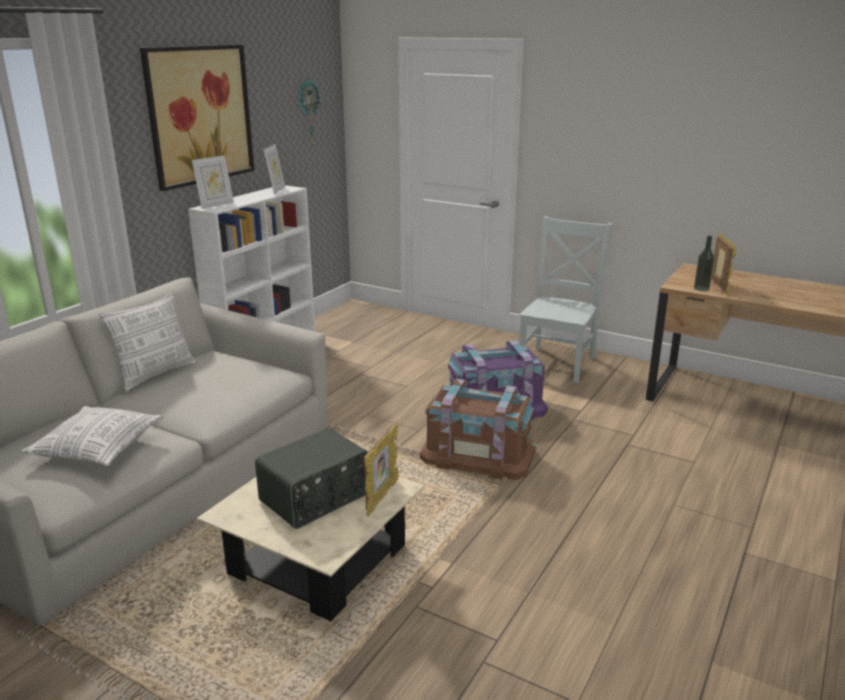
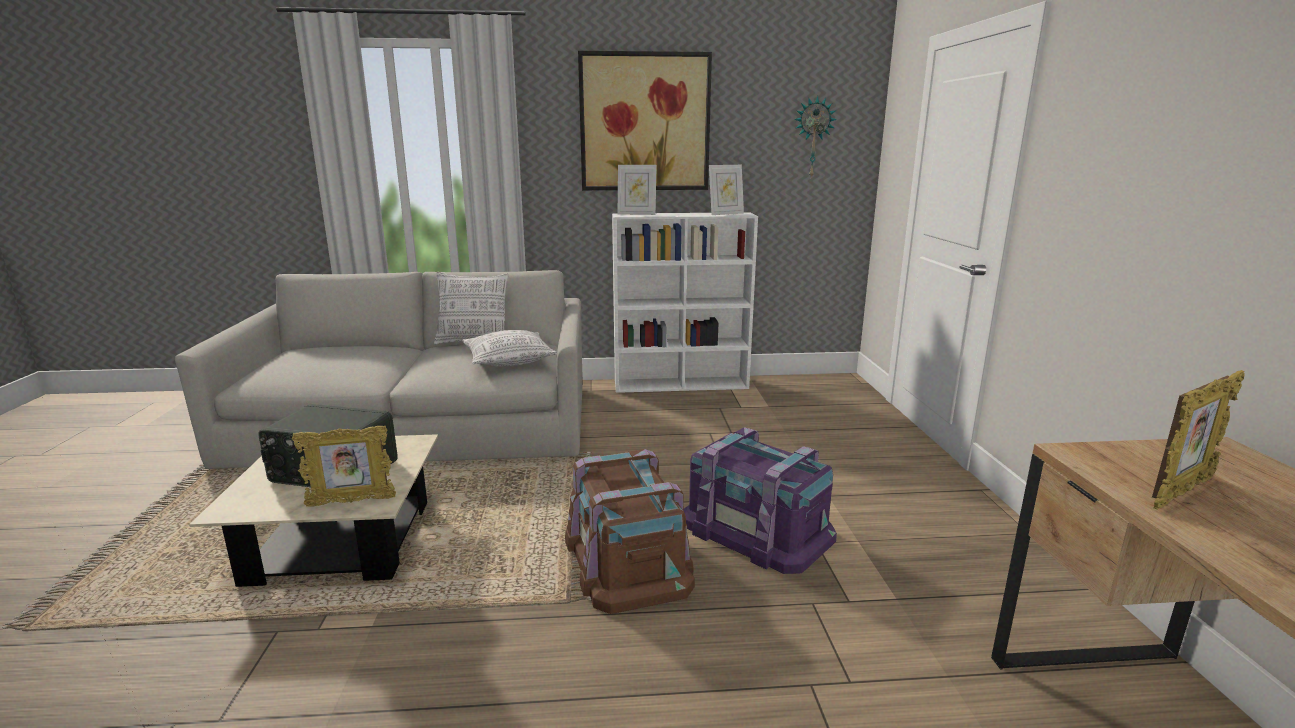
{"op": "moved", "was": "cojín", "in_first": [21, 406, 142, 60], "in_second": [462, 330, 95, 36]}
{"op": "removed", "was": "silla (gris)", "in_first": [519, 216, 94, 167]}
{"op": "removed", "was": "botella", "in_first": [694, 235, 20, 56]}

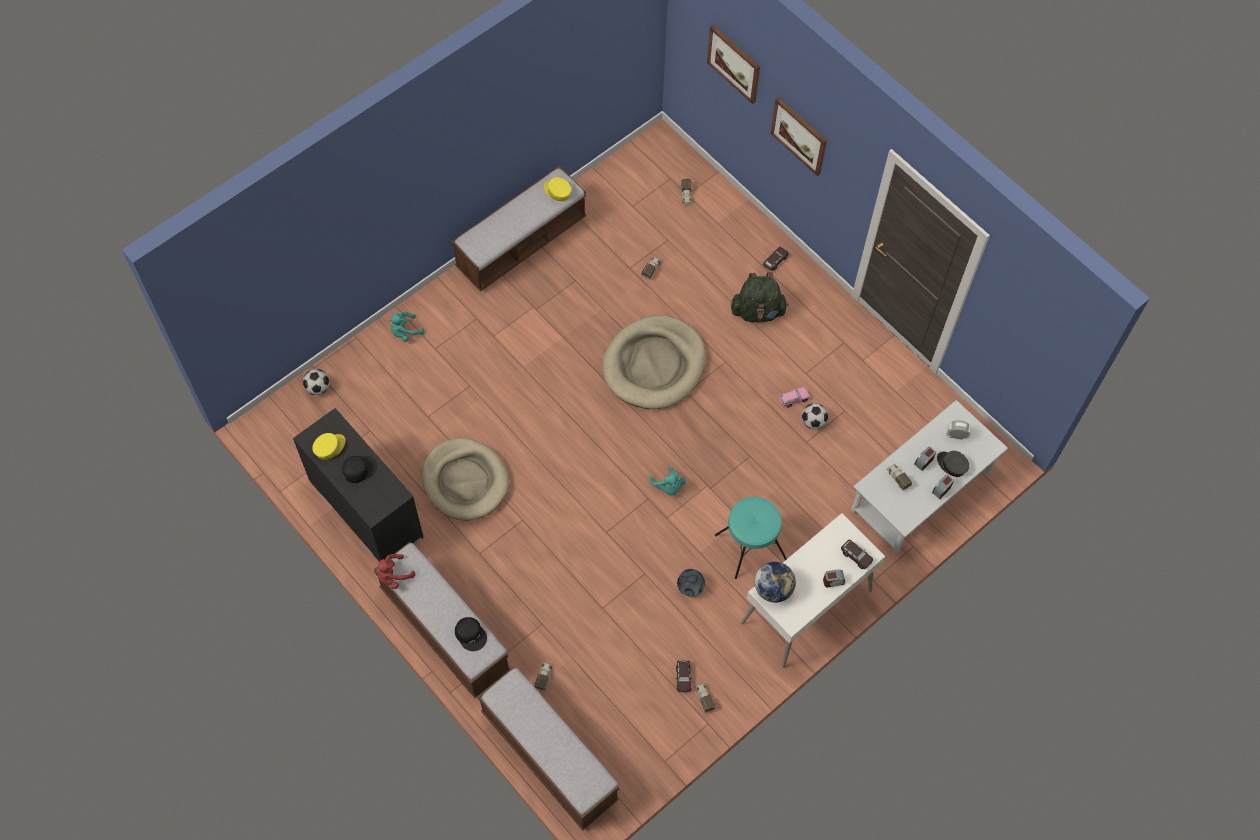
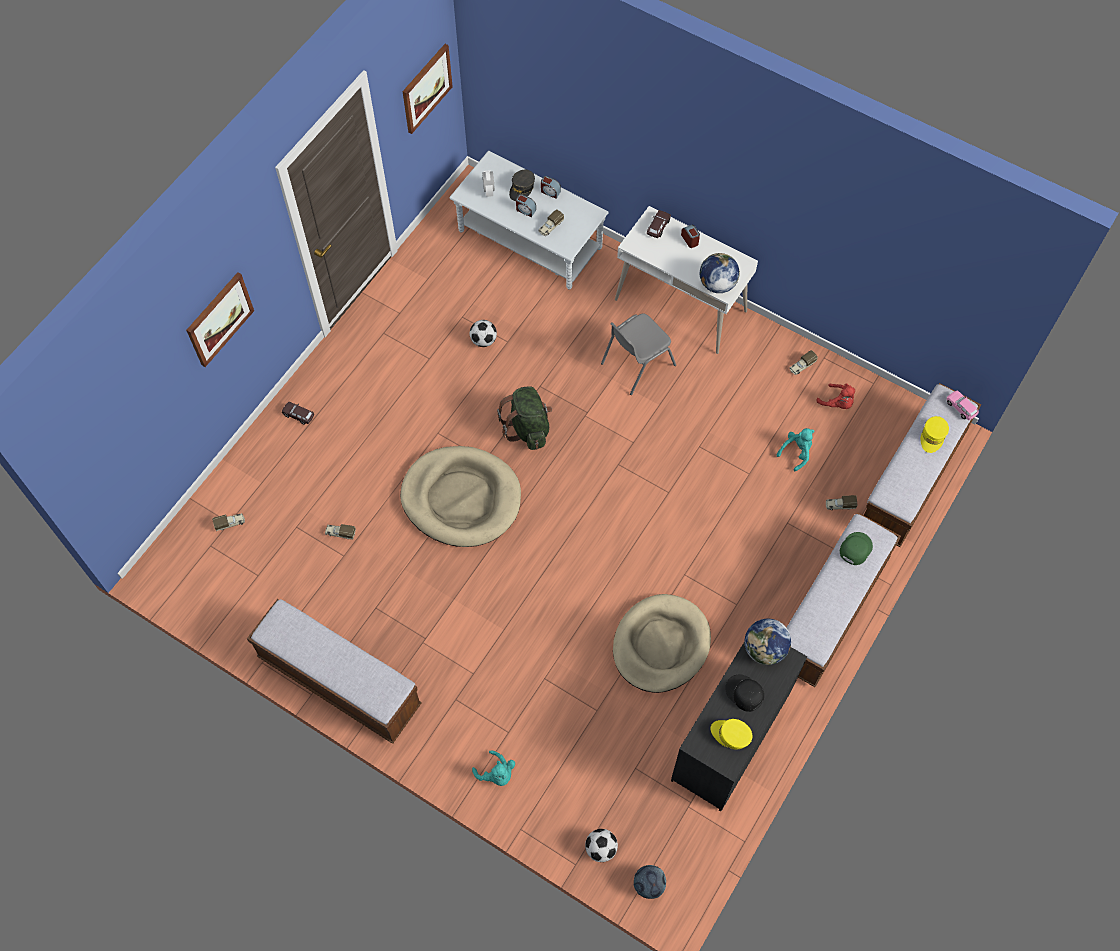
{"op": "moved", "was": "peluche (rojo)", "in_first": [375, 554, 40, 35], "in_second": [816, 383, 39, 26]}
{"op": "recoloured", "was": "gorra (negro)", "now": "gorra (verde)", "in_first": [455, 617, 32, 34], "in_second": [840, 532, 33, 33]}
{"op": "moved", "was": "gorra (amarillo)", "in_first": [543, 177, 28, 24], "in_second": [921, 416, 28, 37]}
{"op": "moved", "was": "peluche (turquesa)", "in_first": [649, 467, 37, 29], "in_second": [777, 428, 37, 43]}
{"op": "removed", "was": "coche de juguete (marrón)", "in_first": [676, 661, 16, 31]}
{"op": "moved", "was": "balón de fútbol", "in_first": [677, 569, 28, 28], "in_second": [634, 865, 32, 34]}
{"op": "moved", "was": "cuadro", "in_first": [707, 25, 53, 79], "in_second": [402, 44, 51, 90]}
{"op": "replaced", "was": "taburete (turquesa)", "now": "silla (gris)", "in_first": [715, 497, 72, 82], "in_second": [601, 313, 75, 82]}
{"op": "moved", "was": "mochila (verde)", "in_first": [731, 272, 57, 51], "in_second": [497, 386, 55, 64]}
{"op": "moved", "was": "coche de juguete (rosa)", "in_first": [779, 387, 30, 21], "in_second": [946, 391, 33, 29]}
{"op": "added", "now": "globo terráqueo", "in_second": [745, 619, 46, 46]}

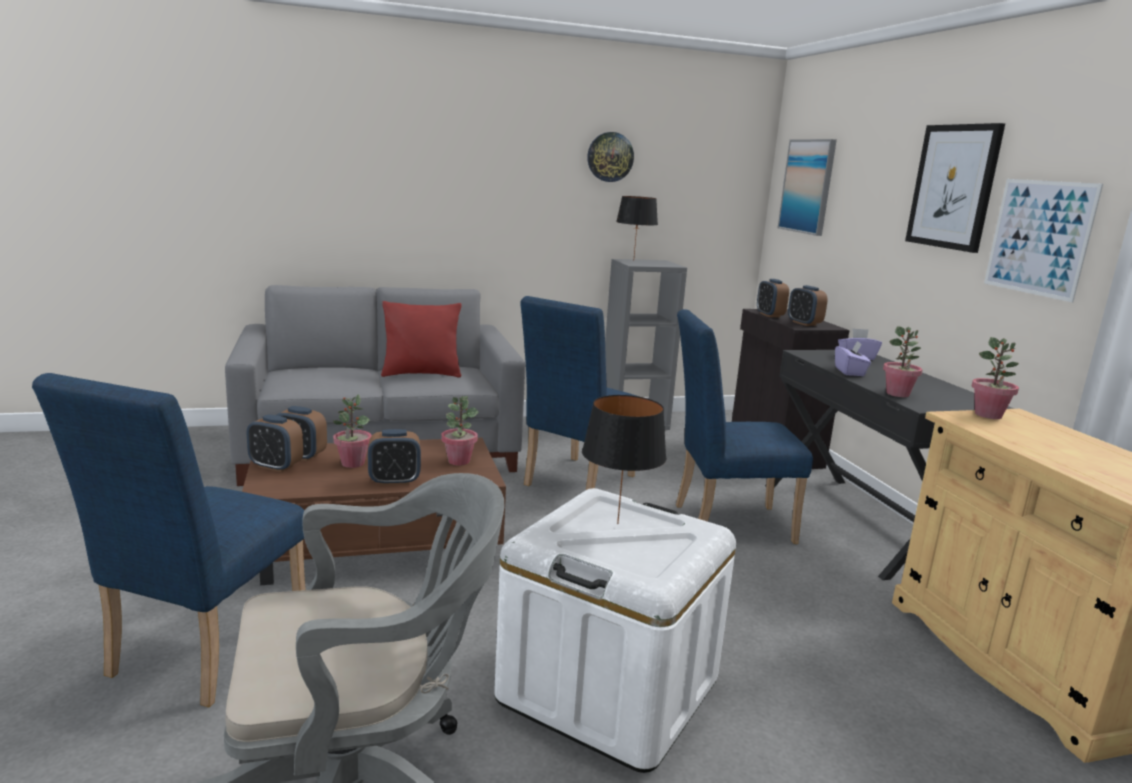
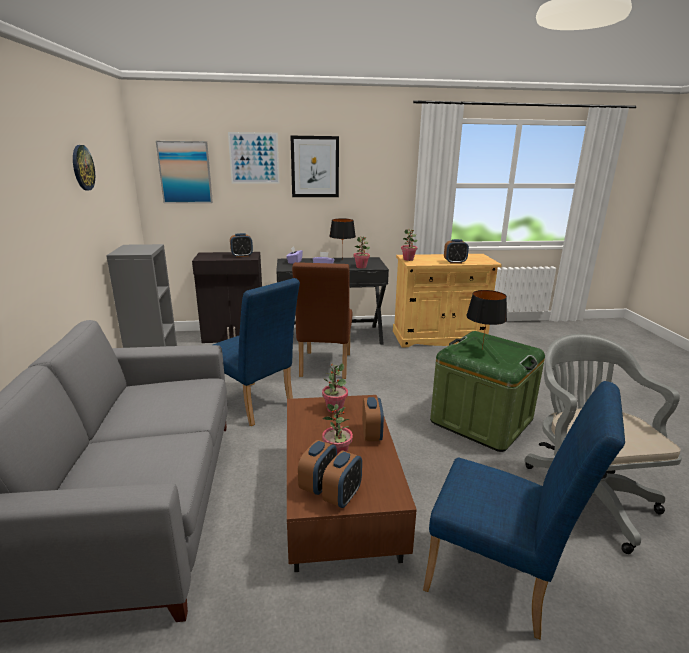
{"op": "removed", "was": "cojín (rojo)", "in_first": [381, 301, 81, 76]}
{"op": "recoloured", "was": "caja de almacenaje (blanco)", "now": "caja de almacenaje (verde)", "in_first": [494, 488, 242, 285], "in_second": [430, 331, 115, 121]}
{"op": "moved", "was": "lámpara de mesa (negro)", "in_first": [616, 196, 42, 60], "in_second": [329, 218, 27, 38]}
{"op": "recoloured", "was": "silla (azul)", "now": "silla (marrón)", "in_first": [676, 309, 137, 235], "in_second": [292, 262, 60, 117]}
{"op": "moved", "was": "despertador", "in_first": [757, 279, 32, 38], "in_second": [444, 239, 25, 24]}
{"op": "moved", "was": "cuadro", "in_first": [984, 179, 119, 123], "in_second": [228, 132, 52, 52]}

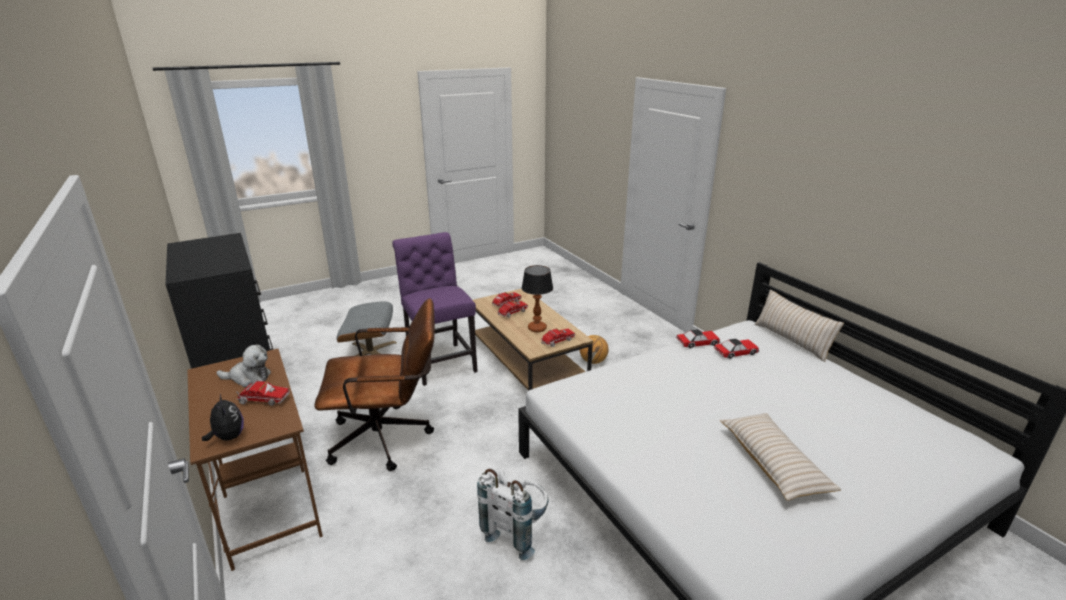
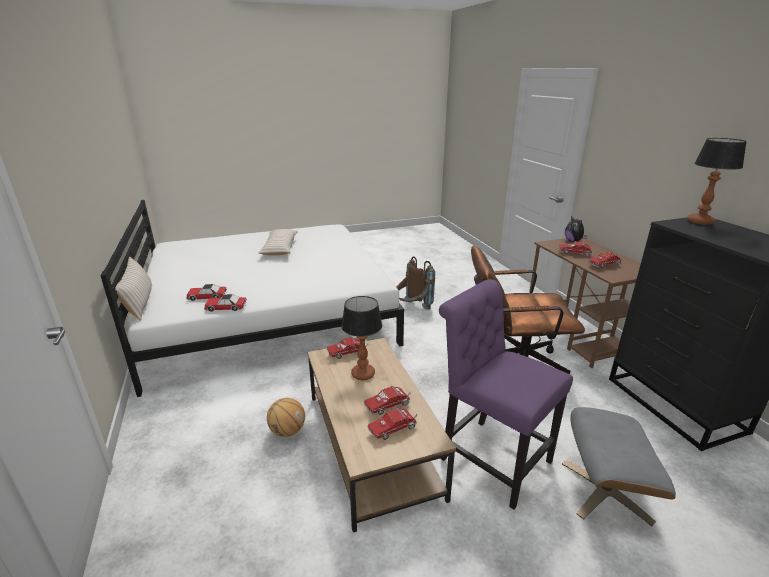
{"op": "replaced", "was": "peluche", "now": "camión de juguete", "in_first": [216, 345, 55, 42], "in_second": [588, 251, 34, 17]}
{"op": "turned", "was": "silla (morado)", "in_first": [392, 232, 86, 154], "in_second": [439, 279, 134, 231], "clockwise": 150}
{"op": "recoloured", "was": "mochila (blanco)", "now": "mochila (marrón)", "in_first": [477, 469, 72, 91], "in_second": [397, 257, 38, 53]}
{"op": "added", "now": "lámpara de mesa", "in_second": [687, 138, 60, 87]}

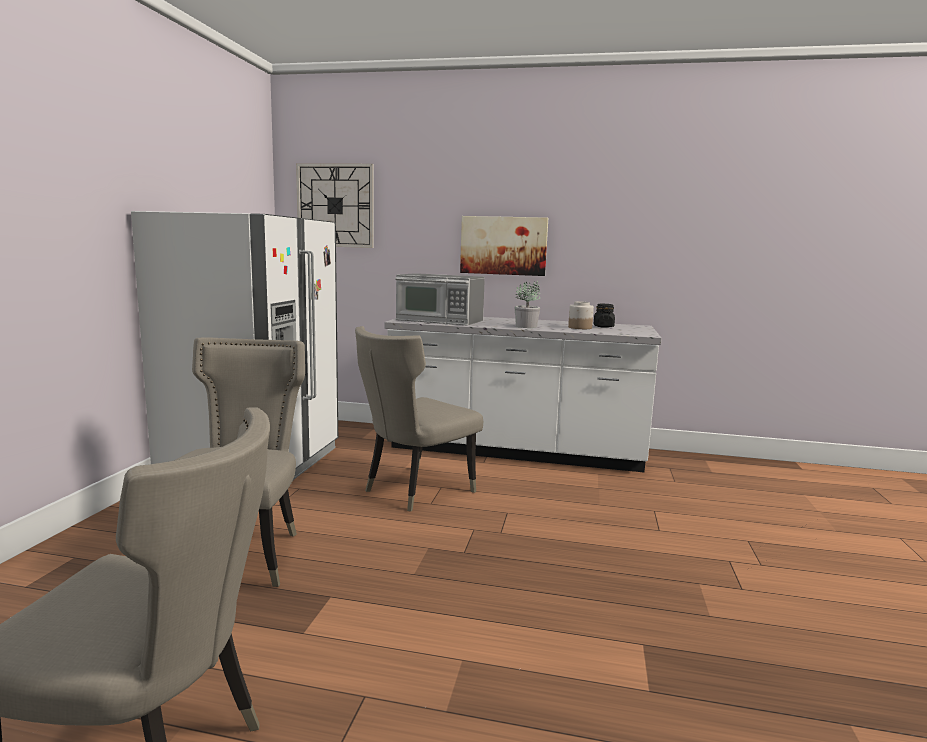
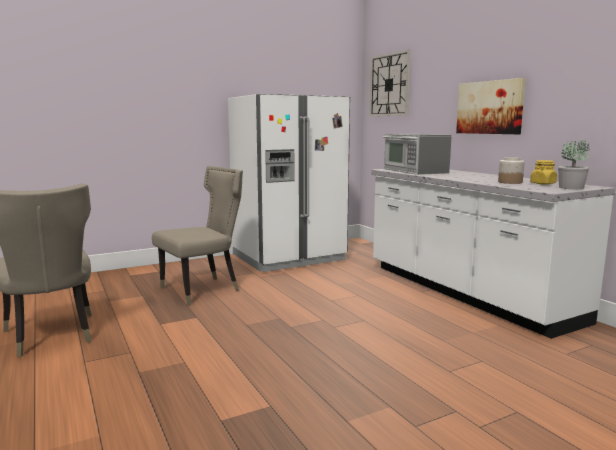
{"op": "removed", "was": "silla (beis)", "in_first": [355, 326, 128, 186]}
{"op": "moved", "was": "planta en maceta", "in_first": [514, 281, 26, 47], "in_second": [558, 138, 32, 51]}
{"op": "recoloured", "was": "tarro (negro)", "now": "tarro (amarillo)", "in_first": [594, 304, 21, 24], "in_second": [530, 160, 27, 25]}

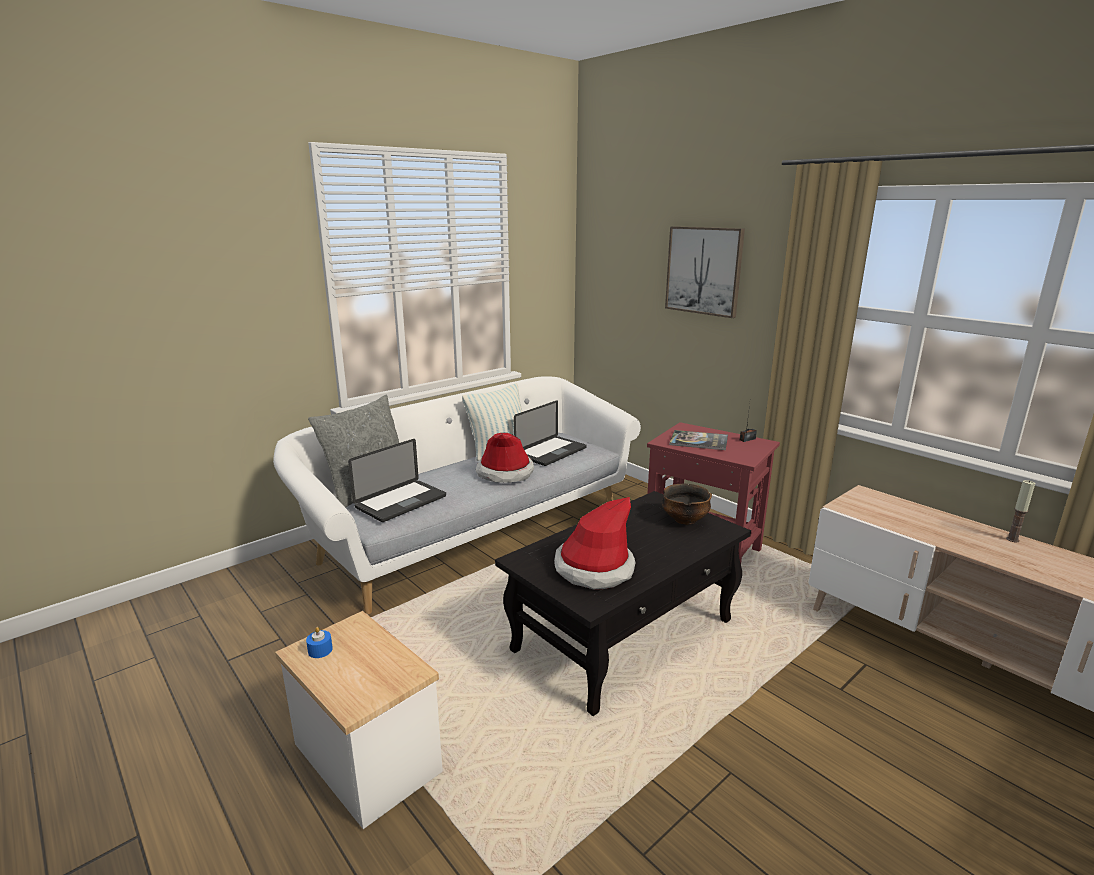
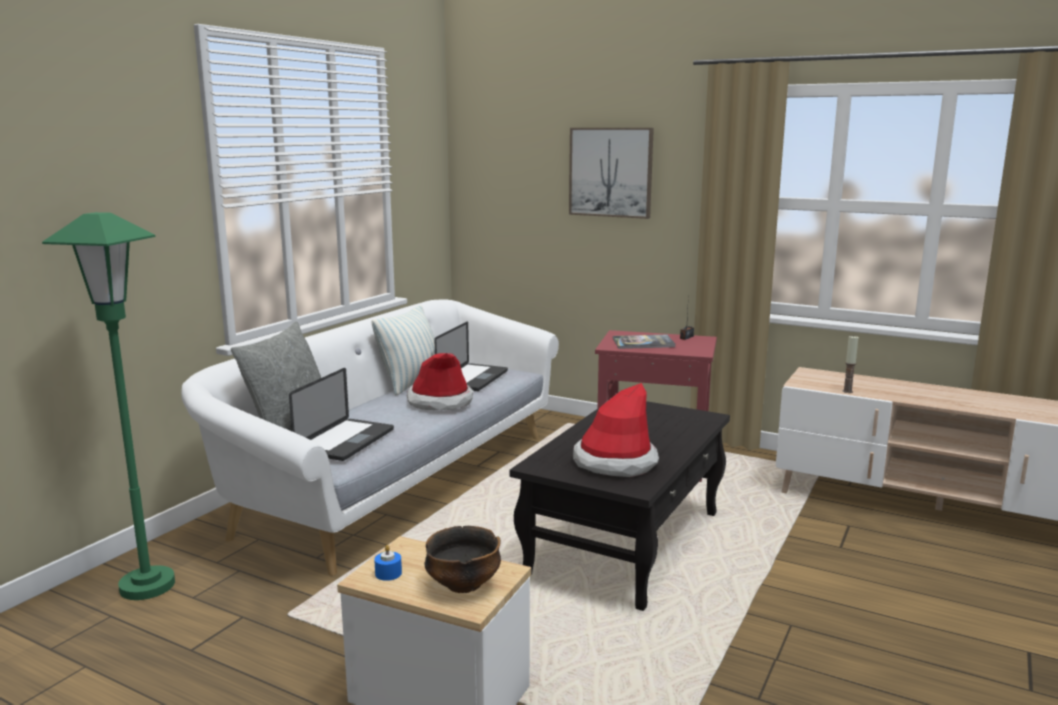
{"op": "moved", "was": "cuenco", "in_first": [661, 484, 51, 41], "in_second": [425, 526, 76, 67]}
{"op": "moved", "was": "vela", "in_first": [1006, 480, 29, 62], "in_second": [843, 335, 15, 58]}
{"op": "added", "now": "lámpara de pie (verde)", "in_second": [42, 212, 133, 388]}

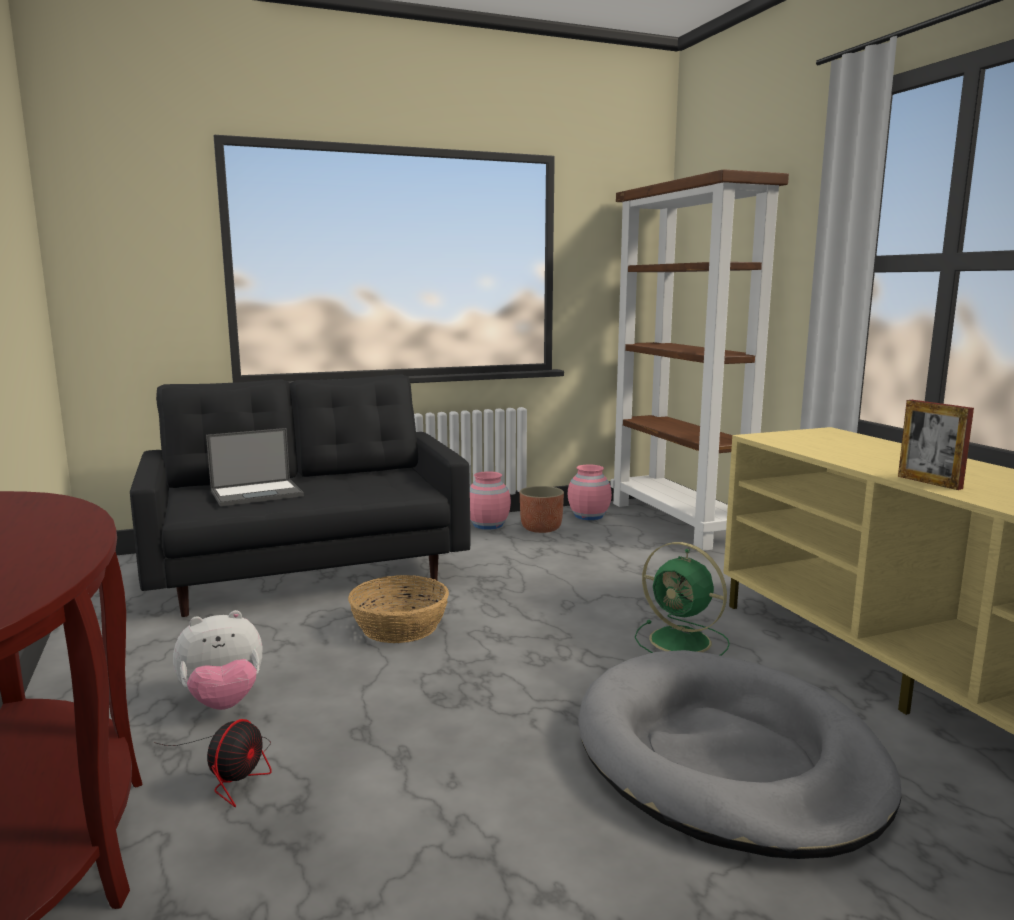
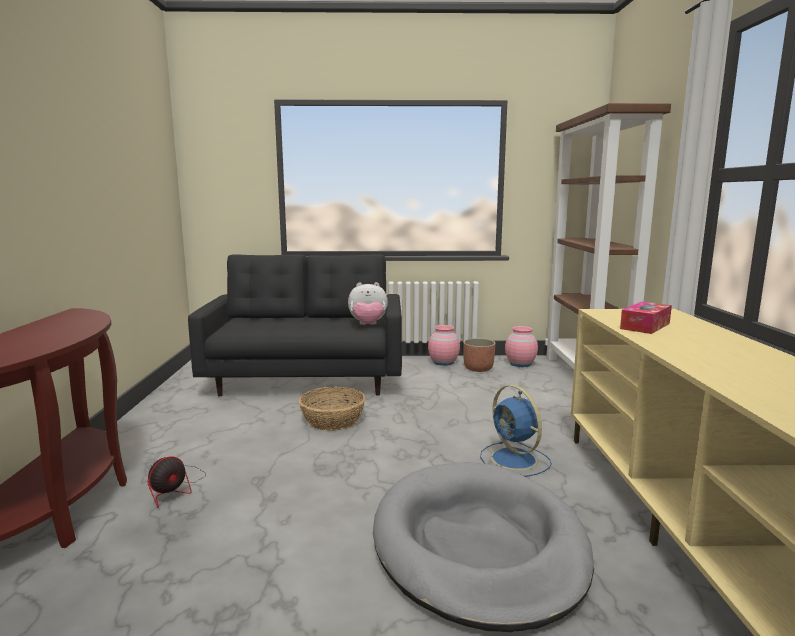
{"op": "moved", "was": "peluche", "in_first": [173, 610, 89, 100], "in_second": [348, 282, 40, 43]}
{"op": "removed", "was": "portátil", "in_first": [206, 428, 98, 79]}
{"op": "recoloured", "was": "ventilador (verde)", "now": "ventilador (azul)", "in_first": [635, 542, 95, 114], "in_second": [480, 385, 72, 92]}
{"op": "removed", "was": "portarretratos", "in_first": [898, 400, 76, 90]}
{"op": "added", "now": "caja de pañuelos", "in_second": [620, 302, 52, 32]}

